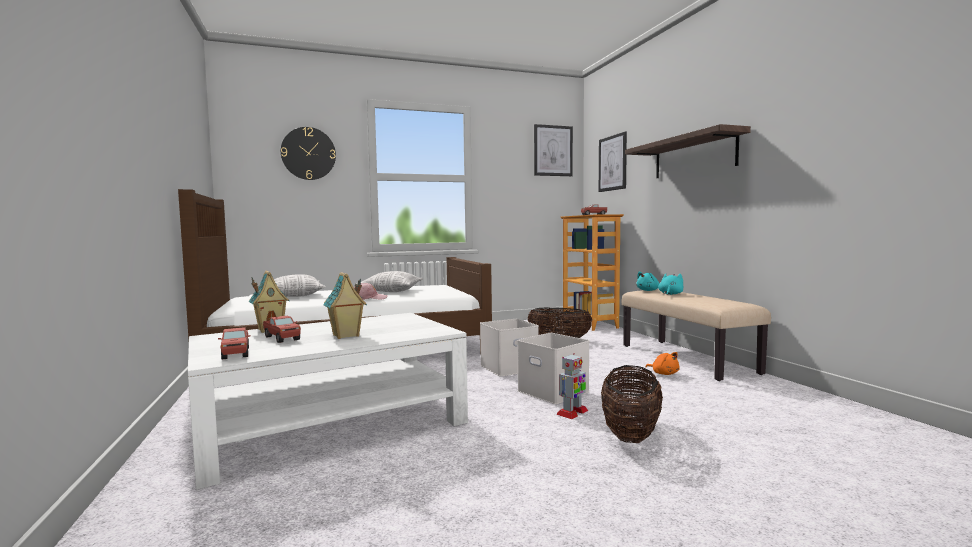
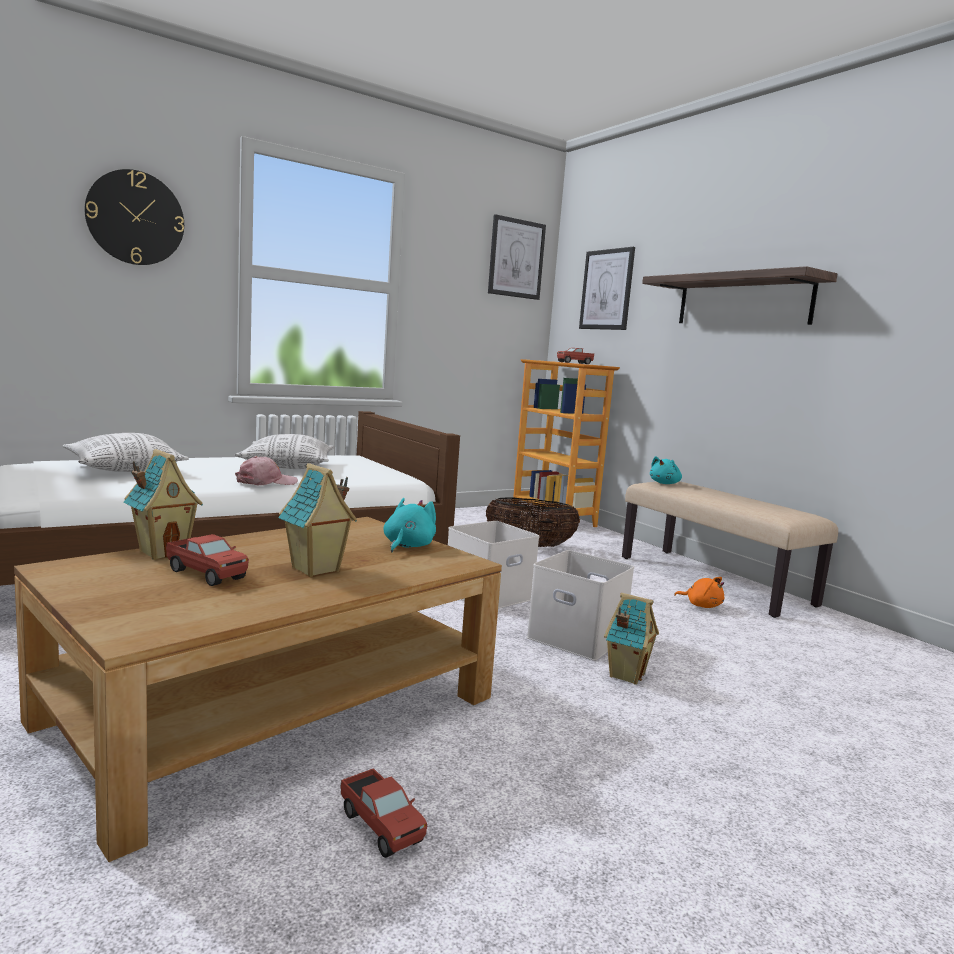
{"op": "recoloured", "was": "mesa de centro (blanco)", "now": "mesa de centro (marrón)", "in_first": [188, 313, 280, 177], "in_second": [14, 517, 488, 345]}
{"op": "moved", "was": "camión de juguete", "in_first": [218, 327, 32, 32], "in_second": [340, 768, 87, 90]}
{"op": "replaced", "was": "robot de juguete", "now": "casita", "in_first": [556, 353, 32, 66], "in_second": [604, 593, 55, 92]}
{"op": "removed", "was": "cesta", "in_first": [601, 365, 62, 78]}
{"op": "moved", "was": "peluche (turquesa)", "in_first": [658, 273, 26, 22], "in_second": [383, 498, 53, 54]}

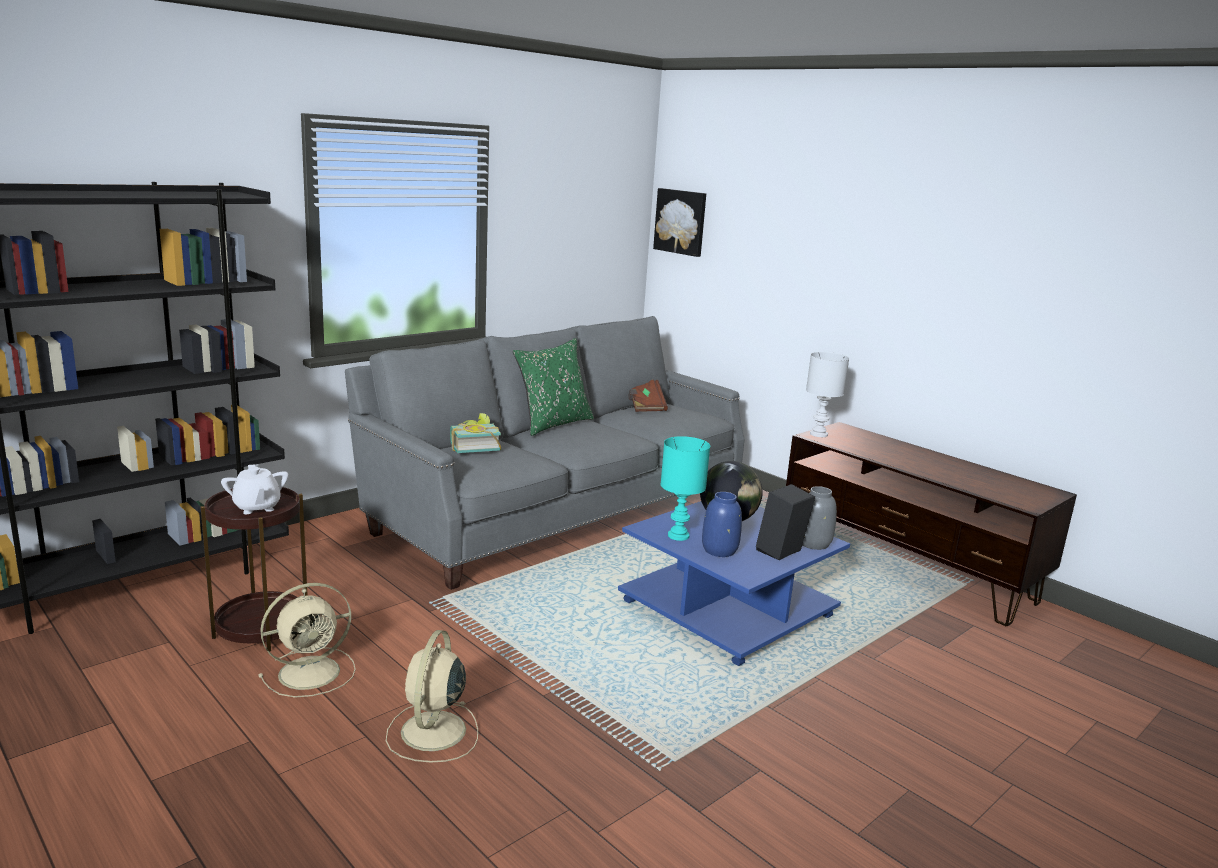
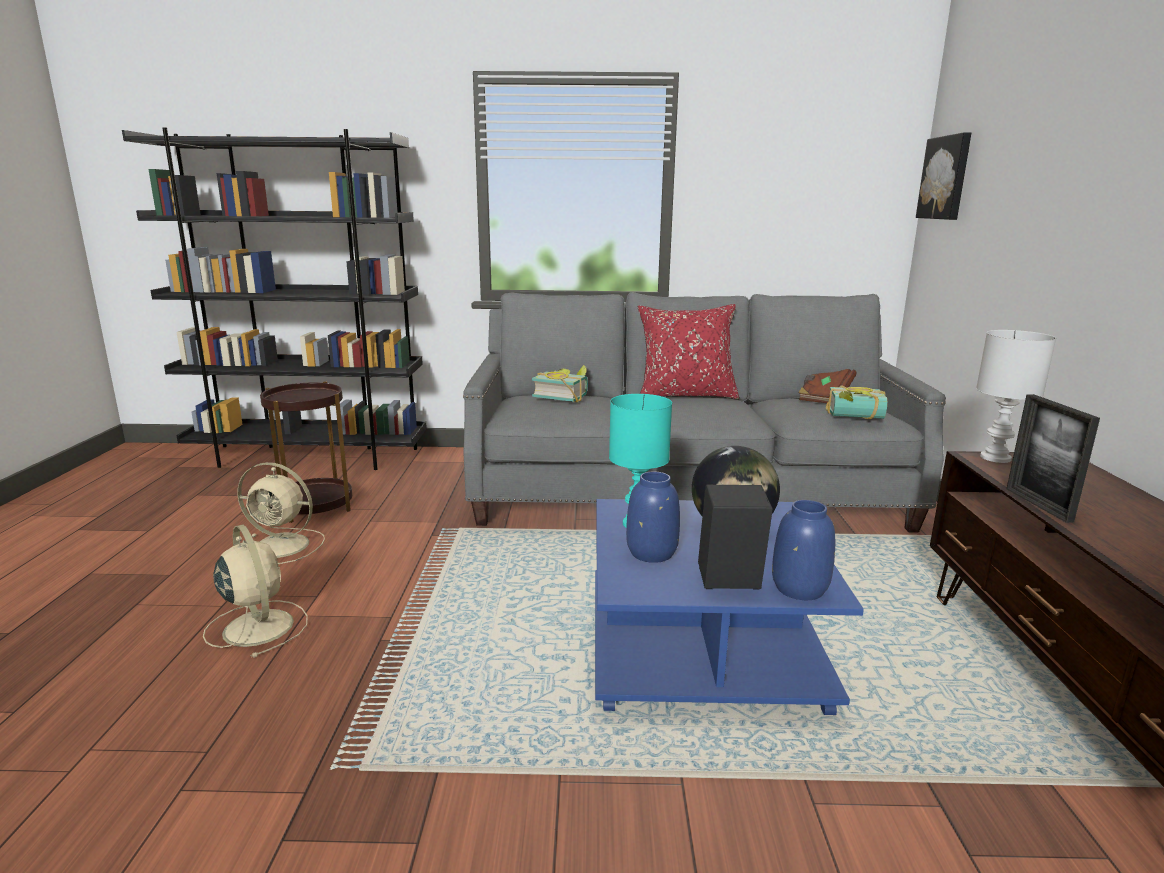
{"op": "removed", "was": "tetera (blanco)", "in_first": [221, 464, 68, 50]}
{"op": "turned", "was": "ventilador (beis)", "in_first": [386, 630, 92, 132], "in_second": [203, 525, 105, 133], "clockwise": 90}
{"op": "recoloured", "was": "cojín (verde)", "now": "cojín (rojo)", "in_first": [513, 338, 81, 98], "in_second": [638, 304, 101, 95]}
{"op": "recoloured", "was": "florero (gris)", "now": "florero (azul)", "in_first": [802, 486, 35, 64], "in_second": [772, 500, 63, 100]}
{"op": "added", "now": "libro", "in_second": [826, 386, 61, 33]}
{"op": "added", "now": "portarretratos", "in_second": [1007, 394, 93, 129]}

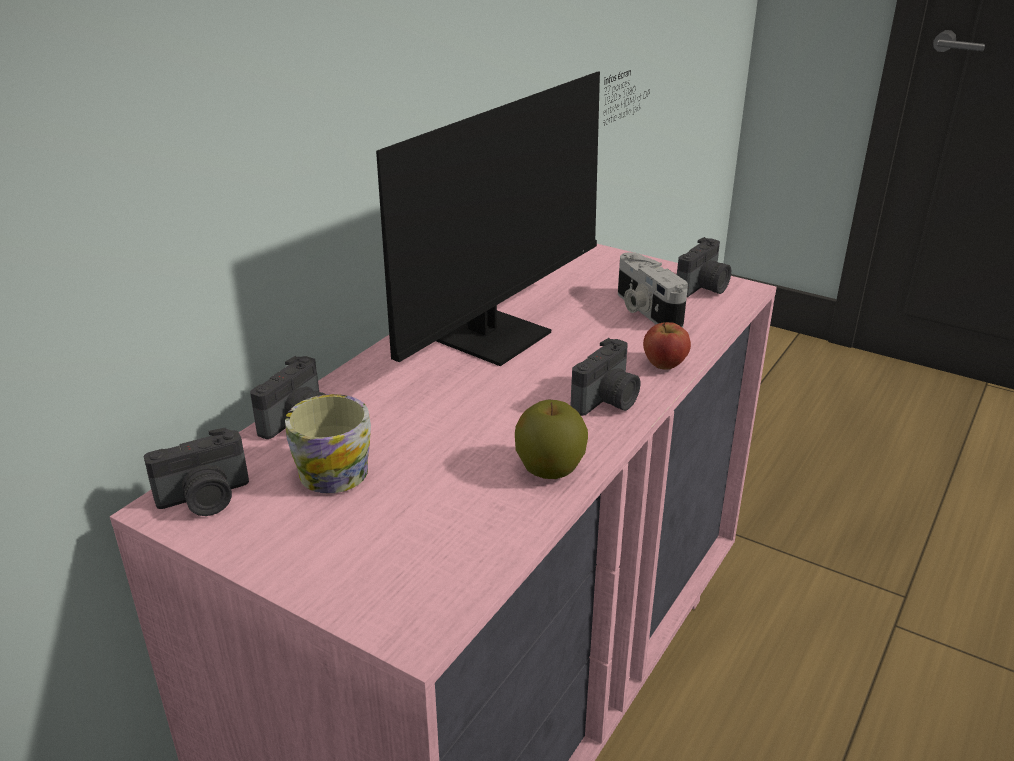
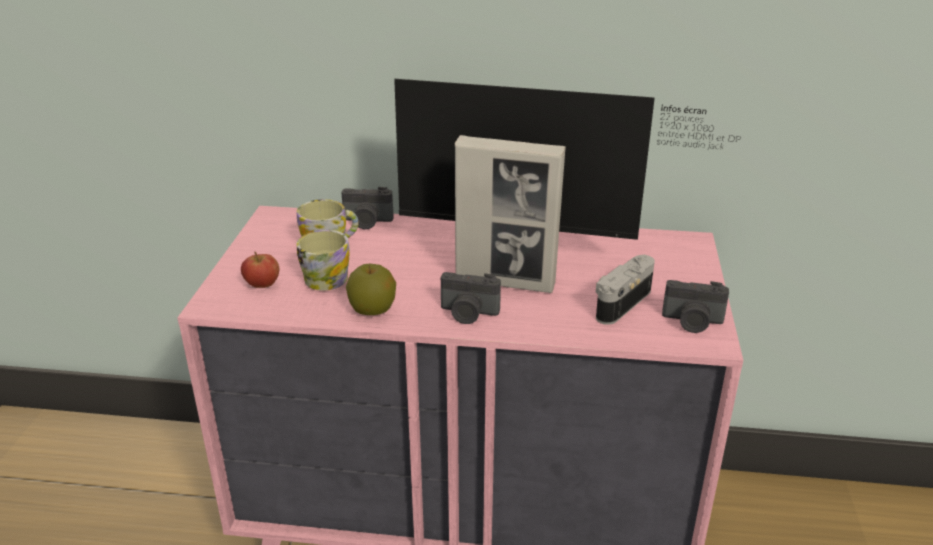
{"op": "removed", "was": "cámara", "in_first": [143, 428, 106, 88]}
{"op": "moved", "was": "manzana", "in_first": [643, 322, 48, 48], "in_second": [241, 251, 38, 37]}
{"op": "added", "now": "taza grande", "in_second": [297, 230, 53, 61]}
{"op": "added", "now": "portarretratos", "in_second": [455, 135, 111, 158]}

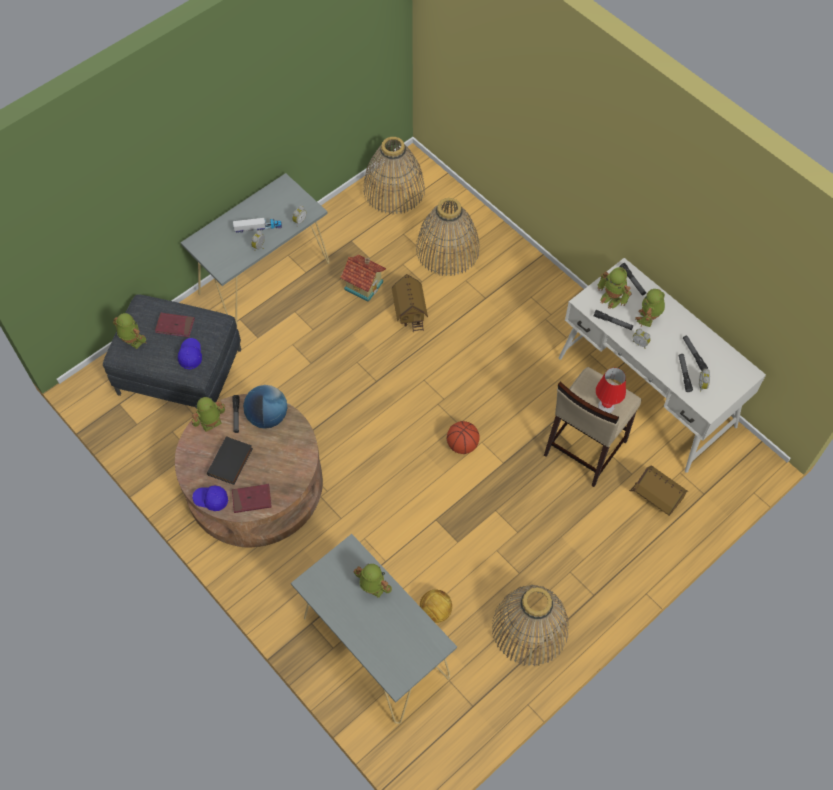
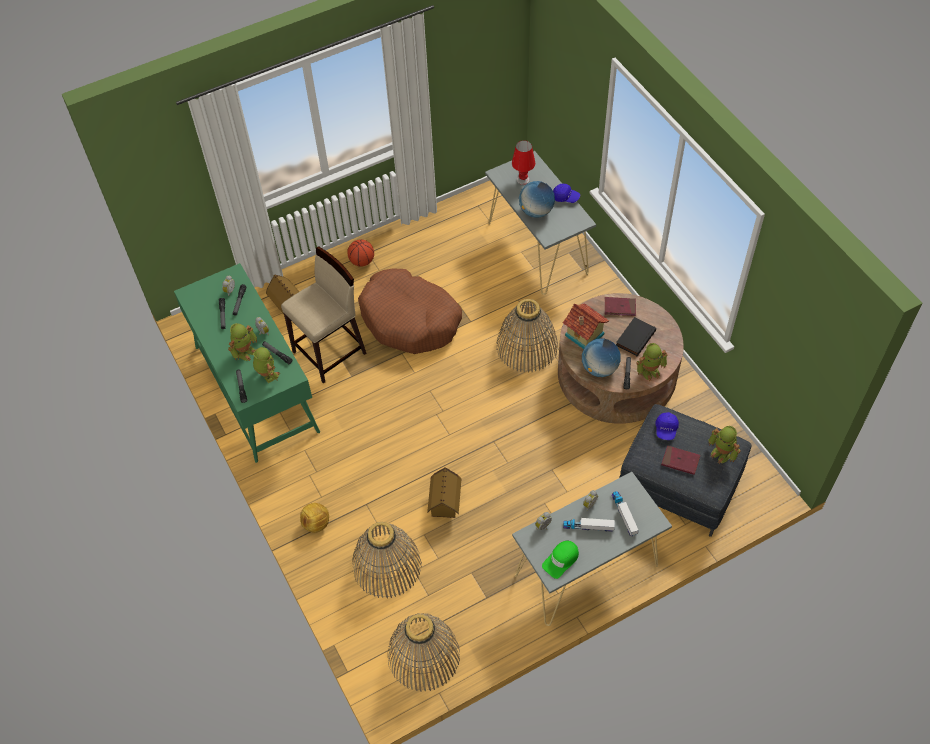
{"op": "moved", "was": "gorra (azul)", "in_first": [192, 486, 36, 25], "in_second": [553, 184, 27, 19]}
{"op": "moved", "was": "casita", "in_first": [340, 254, 46, 48], "in_second": [563, 303, 46, 46]}
{"op": "replaced", "was": "robot de juguete", "now": "globo terráqueo", "in_first": [354, 564, 38, 34], "in_second": [519, 181, 36, 37]}
{"op": "moved", "was": "balón de fútbol", "in_first": [420, 589, 32, 34], "in_second": [300, 503, 29, 30]}
{"op": "moved", "was": "balón de baloncesto", "in_first": [447, 421, 33, 33], "in_second": [347, 239, 27, 28]}
{"op": "moved", "was": "cesta", "in_first": [492, 585, 77, 81], "in_second": [496, 299, 62, 74]}
{"op": "recoloured", "was": "escritorio (blanco)", "now": "escritorio (verde)", "in_first": [559, 258, 207, 215], "in_second": [174, 263, 146, 200]}
{"op": "moved", "was": "lámpara de mesa (rojo)", "in_first": [596, 368, 30, 45], "in_second": [512, 140, 23, 45]}
{"op": "added", "now": "cama para perro (marrón)", "in_second": [358, 268, 104, 86]}
{"op": "added", "now": "gorra (verde)", "in_second": [542, 541, 37, 38]}
{"op": "added", "now": "camión de juguete", "in_second": [611, 491, 28, 46]}

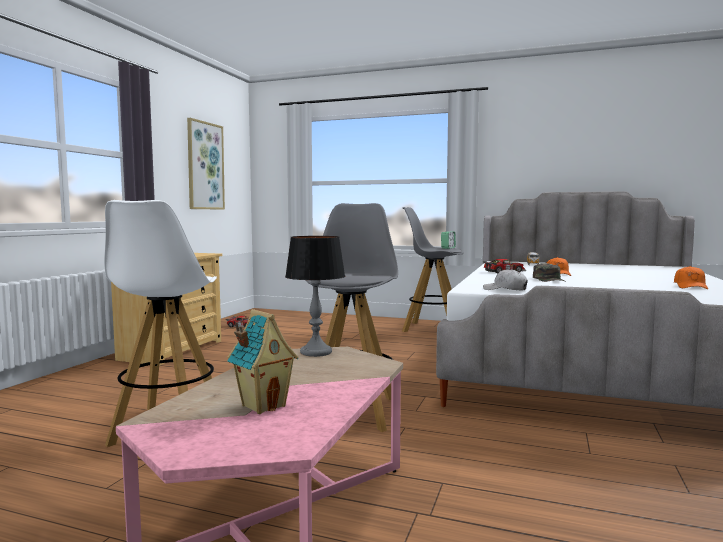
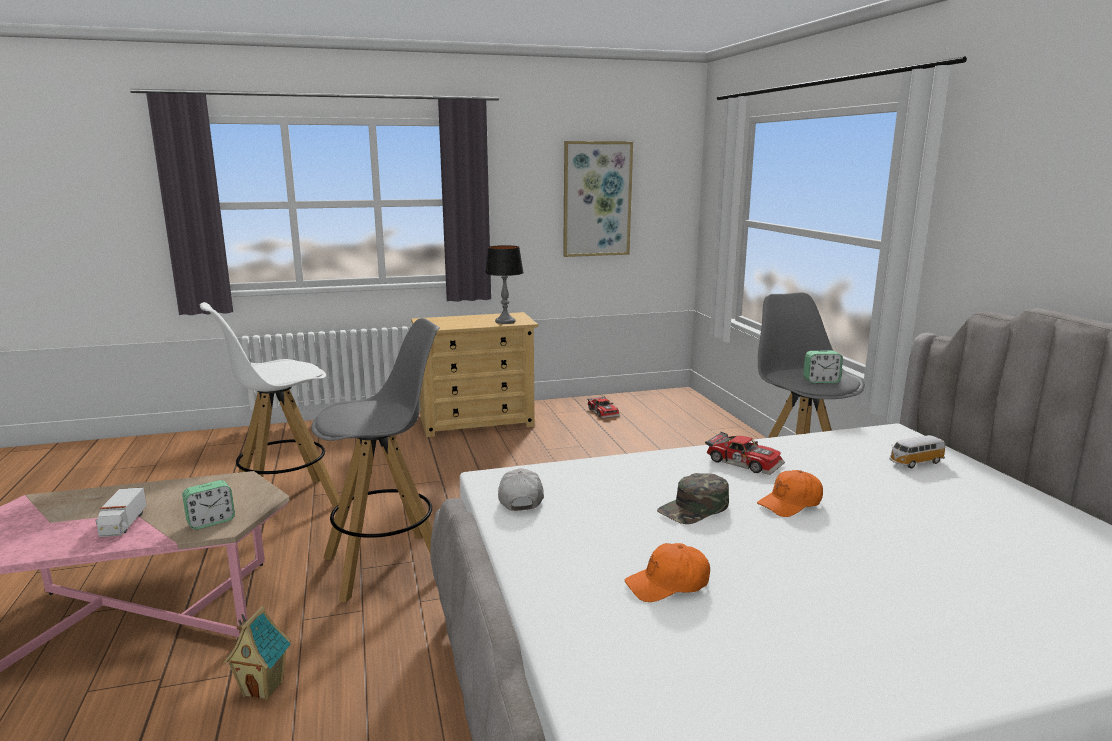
{"op": "moved", "was": "casita", "in_first": [227, 309, 71, 105], "in_second": [224, 606, 67, 94]}
{"op": "moved", "was": "lámpara de mesa", "in_first": [285, 236, 60, 121], "in_second": [485, 245, 39, 79]}
{"op": "moved", "was": "gorra (naranja)", "in_first": [674, 266, 34, 23], "in_second": [625, 543, 85, 59]}
{"op": "added", "now": "camión de juguete", "in_second": [95, 487, 52, 50]}
{"op": "added", "now": "despertador", "in_second": [182, 480, 53, 50]}

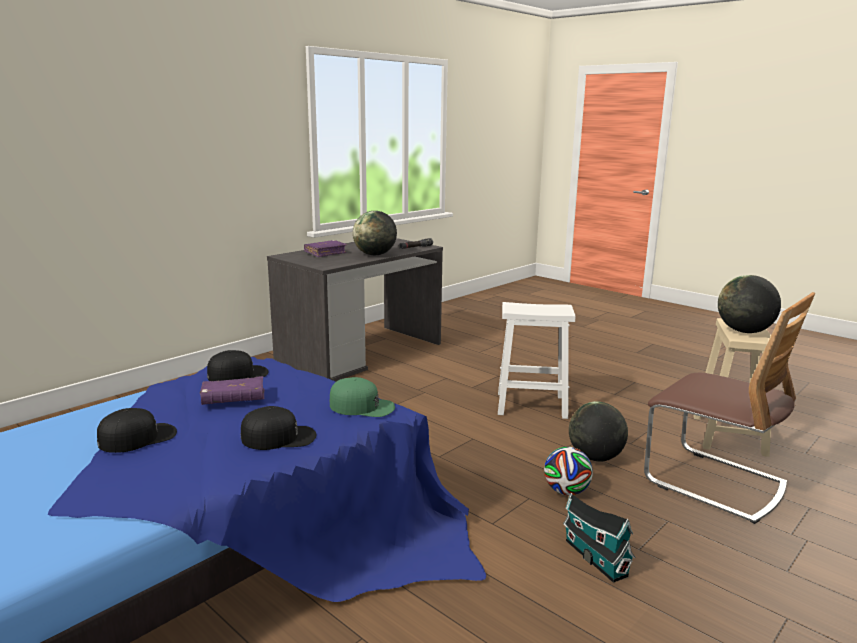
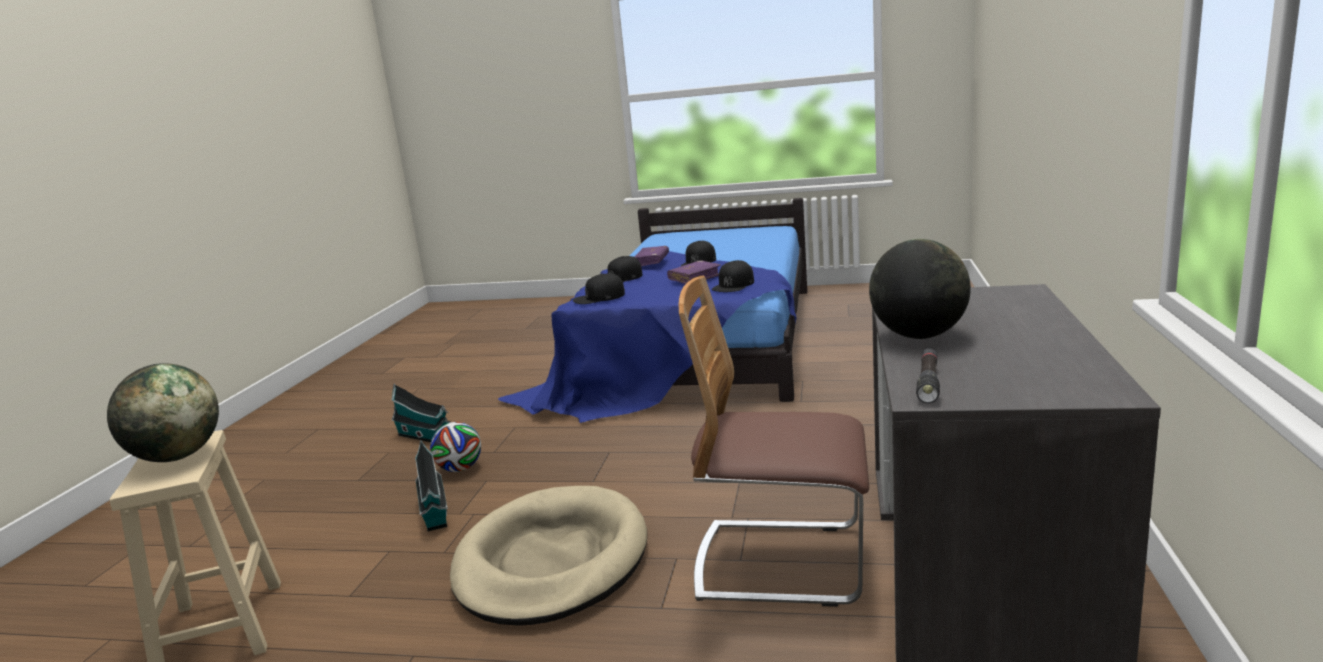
{"op": "moved", "was": "libro (morado)", "in_first": [304, 240, 43, 17], "in_second": [634, 246, 35, 20]}
{"op": "recoloured", "was": "gorra (verde)", "now": "gorra (negro)", "in_first": [329, 377, 66, 40], "in_second": [573, 274, 52, 30]}
{"op": "replaced", "was": "taburete (blanco)", "now": "cama para perro (beis)", "in_first": [498, 302, 77, 117], "in_second": [450, 486, 197, 140]}
{"op": "replaced", "was": "globo terráqueo", "now": "casita", "in_first": [569, 401, 59, 61], "in_second": [415, 440, 33, 91]}
{"op": "moved", "was": "silla", "in_first": [644, 292, 171, 232], "in_second": [679, 276, 190, 331]}

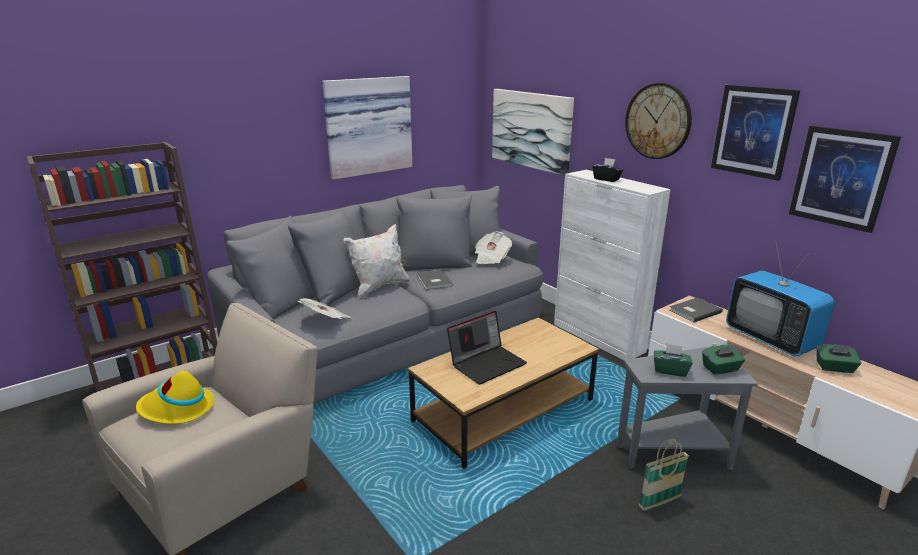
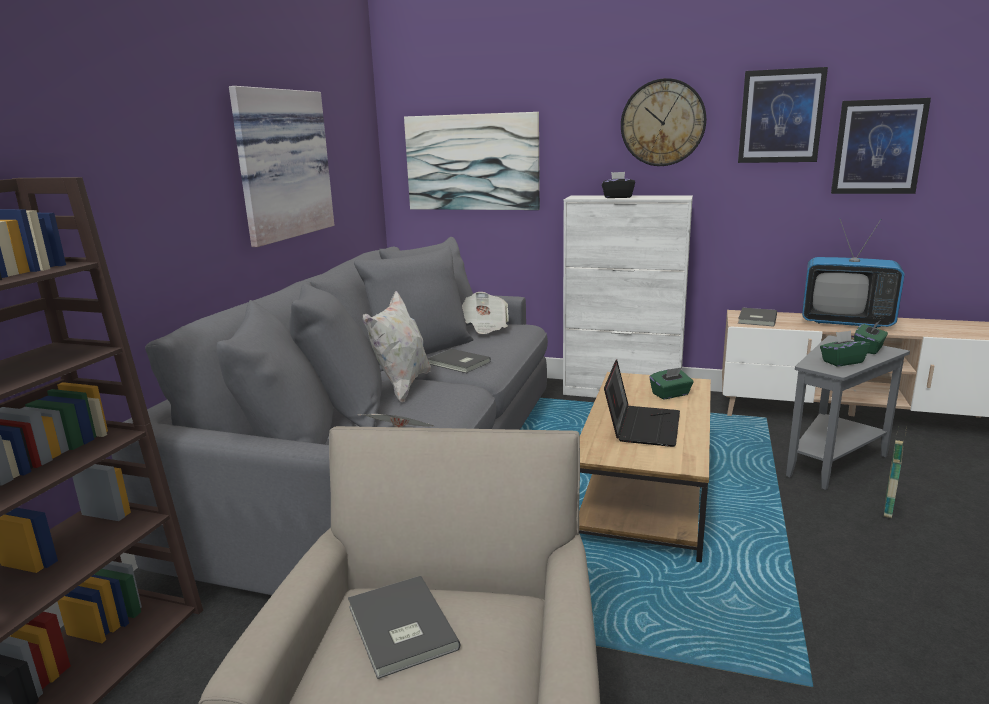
{"op": "replaced", "was": "sombrero (amarillo)", "now": "libro (gris)", "in_first": [136, 371, 78, 53], "in_second": [348, 576, 113, 103]}
{"op": "moved", "was": "caja de pañuelos (verde)", "in_first": [816, 344, 45, 29], "in_second": [649, 367, 45, 33]}

